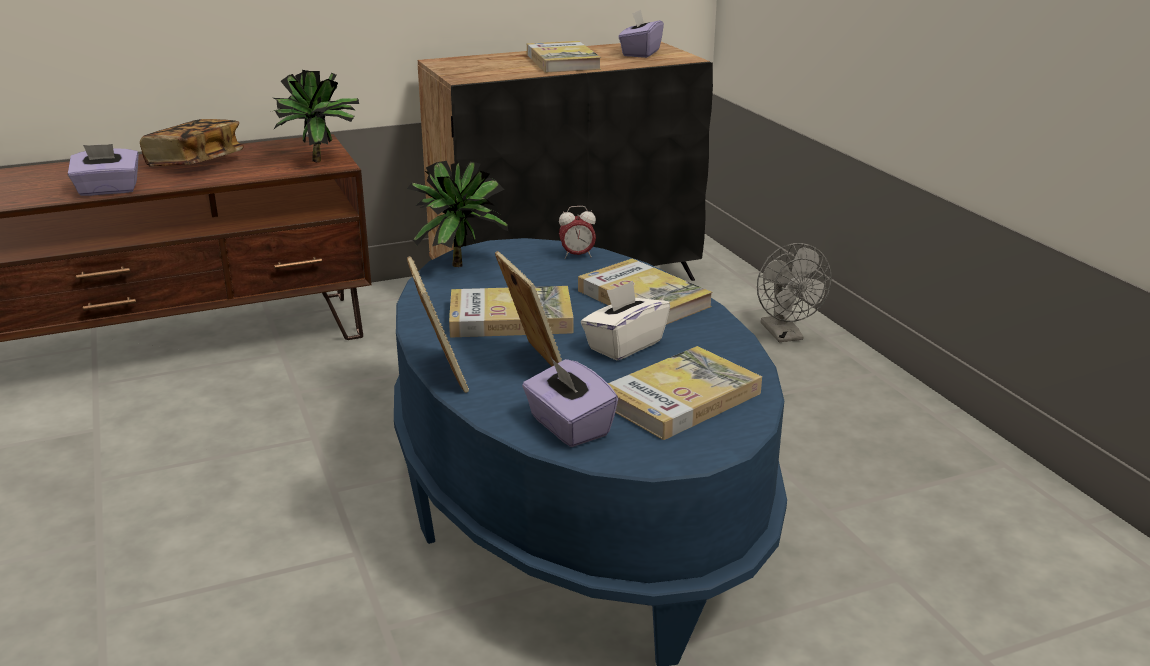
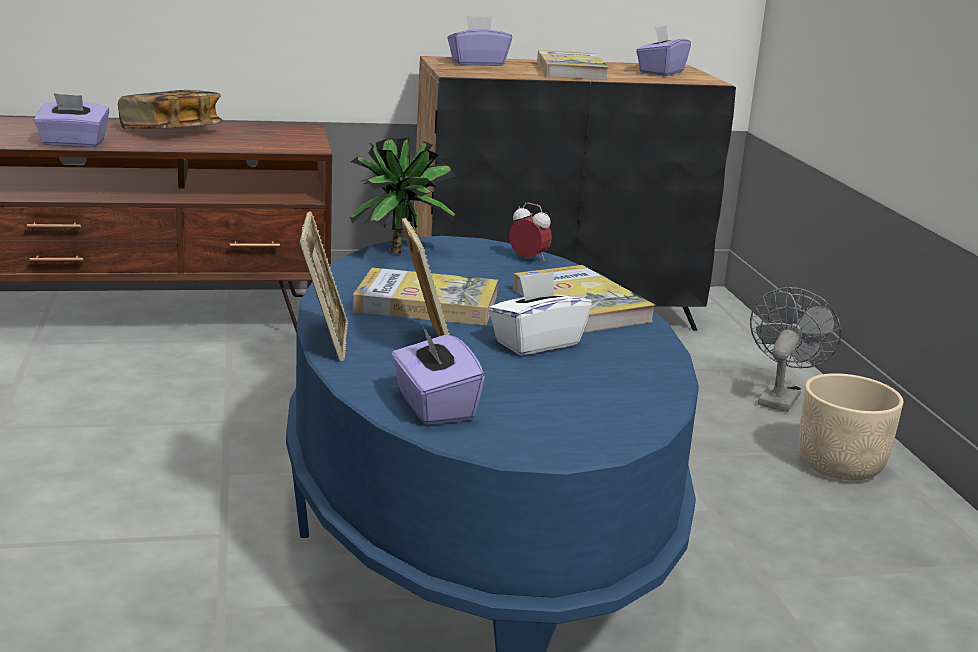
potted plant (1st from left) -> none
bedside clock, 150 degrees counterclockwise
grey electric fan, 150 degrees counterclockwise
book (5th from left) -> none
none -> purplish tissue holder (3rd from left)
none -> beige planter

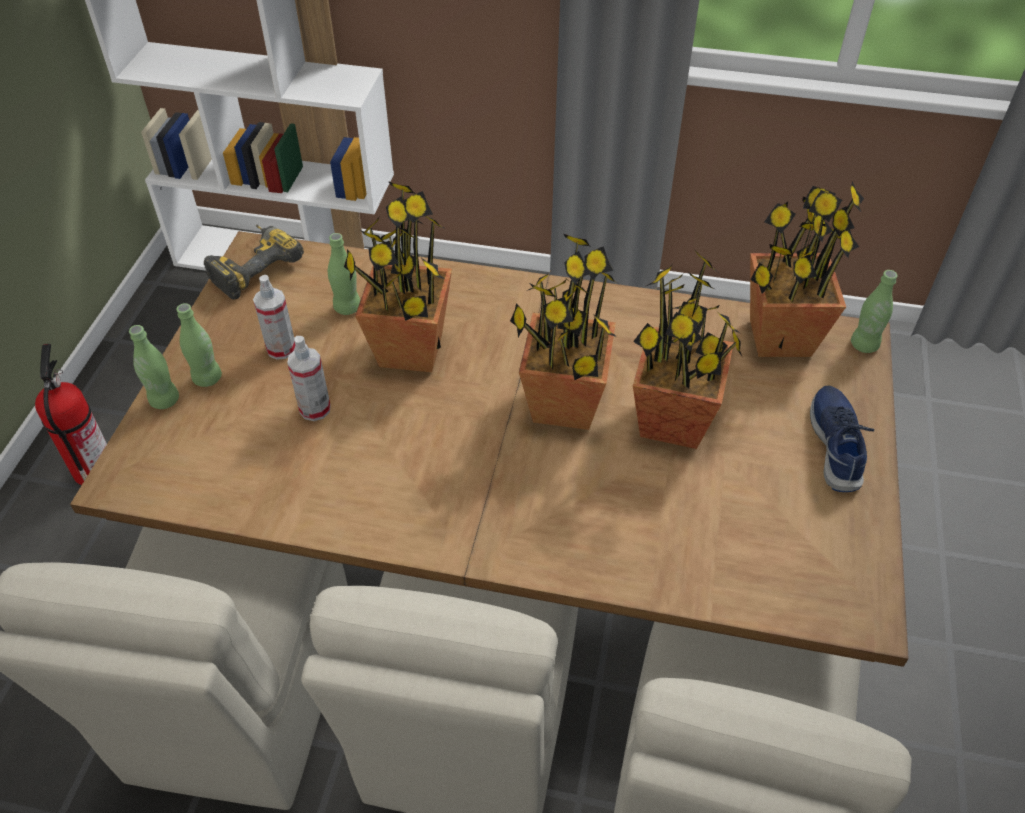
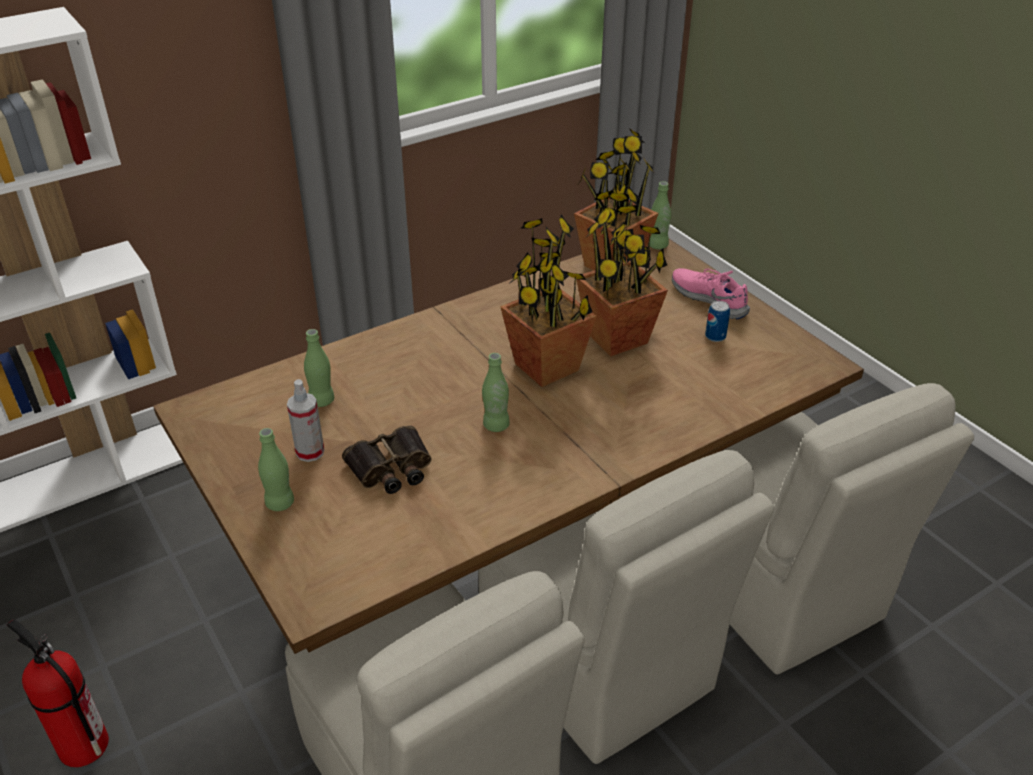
potted plant (1st from left) -> none
electric drill -> none
greenish drink bottle (1st from left in the first image) -> greenish drink bottle (3rd from left), move
sprayer (2nd from left) -> field glasses
bluish low shoe -> pink-coloured low shoe
none -> can

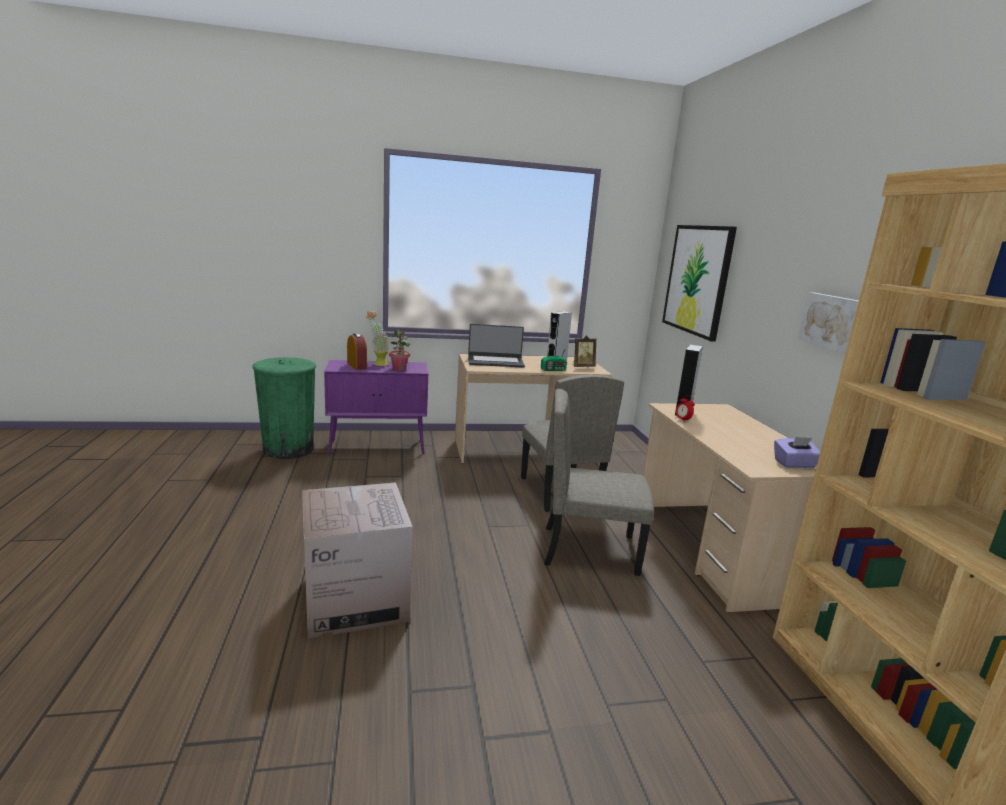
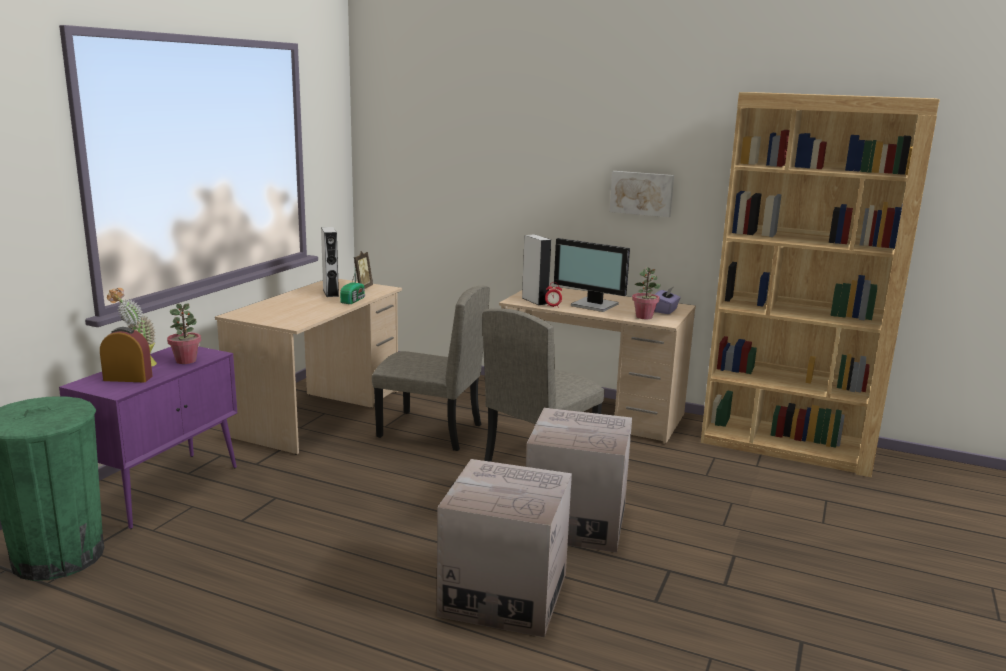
wall art (1st from left) -> none
notebook computer -> none
none -> computer screen
none -> potted plant (3rd from left)
none -> carton (2nd from left)

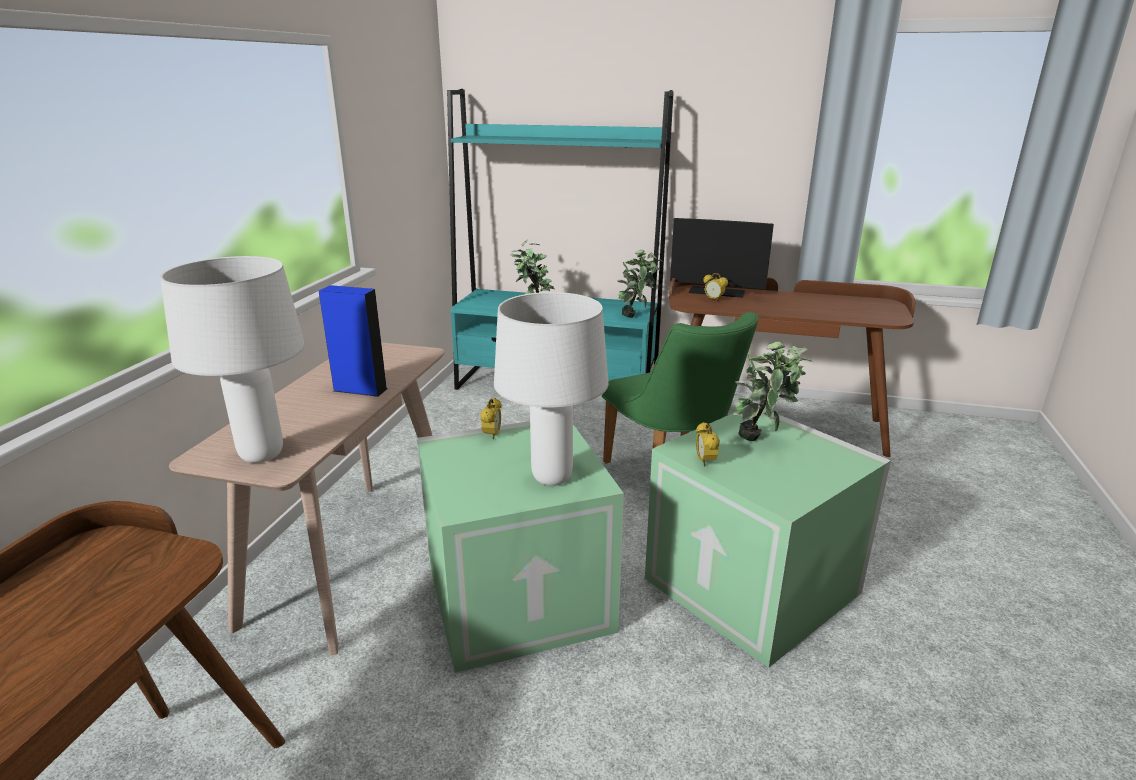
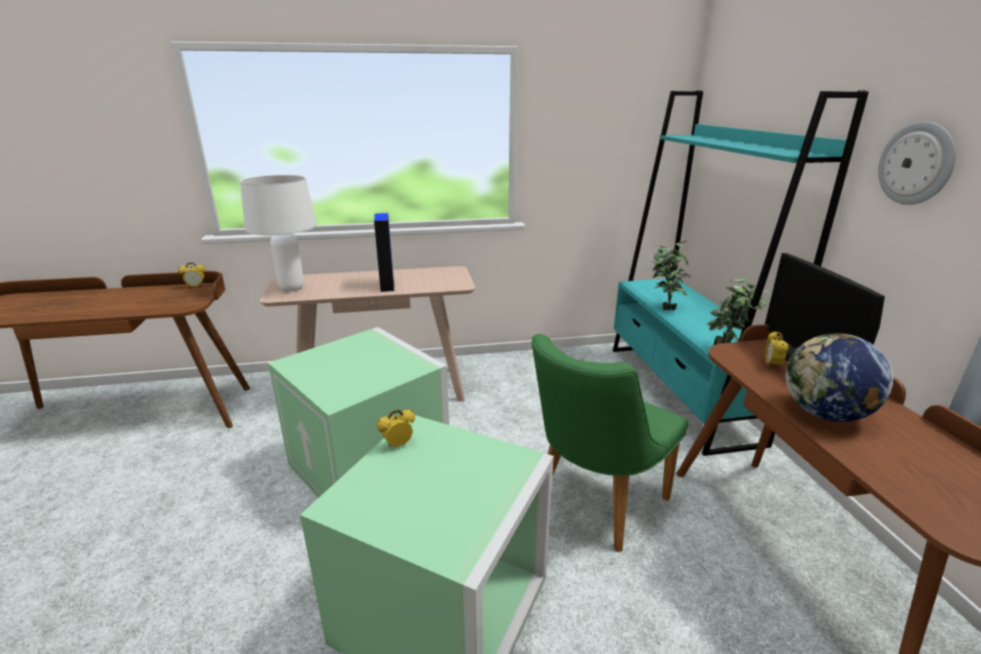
whitish lamp for a table (2nd from left) -> none
potted plant (3rd from left) -> none
bedside clock (1st from left), move
none -> hanging clock
none -> world globe

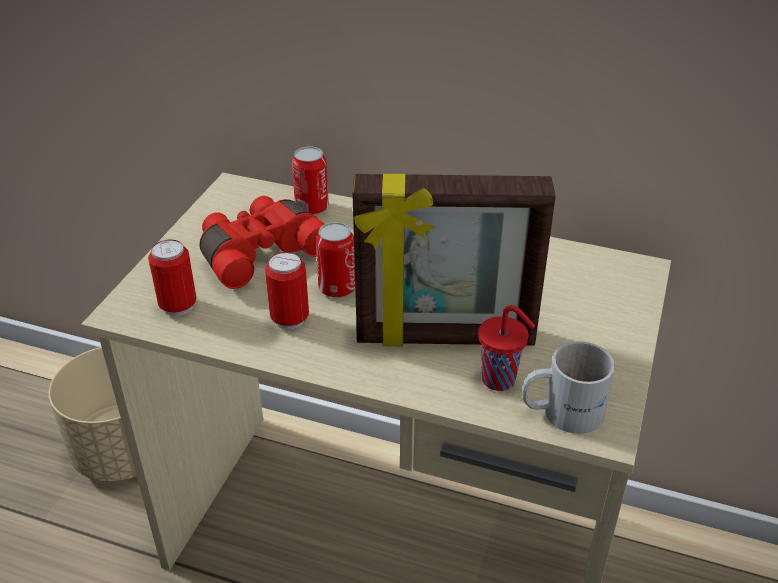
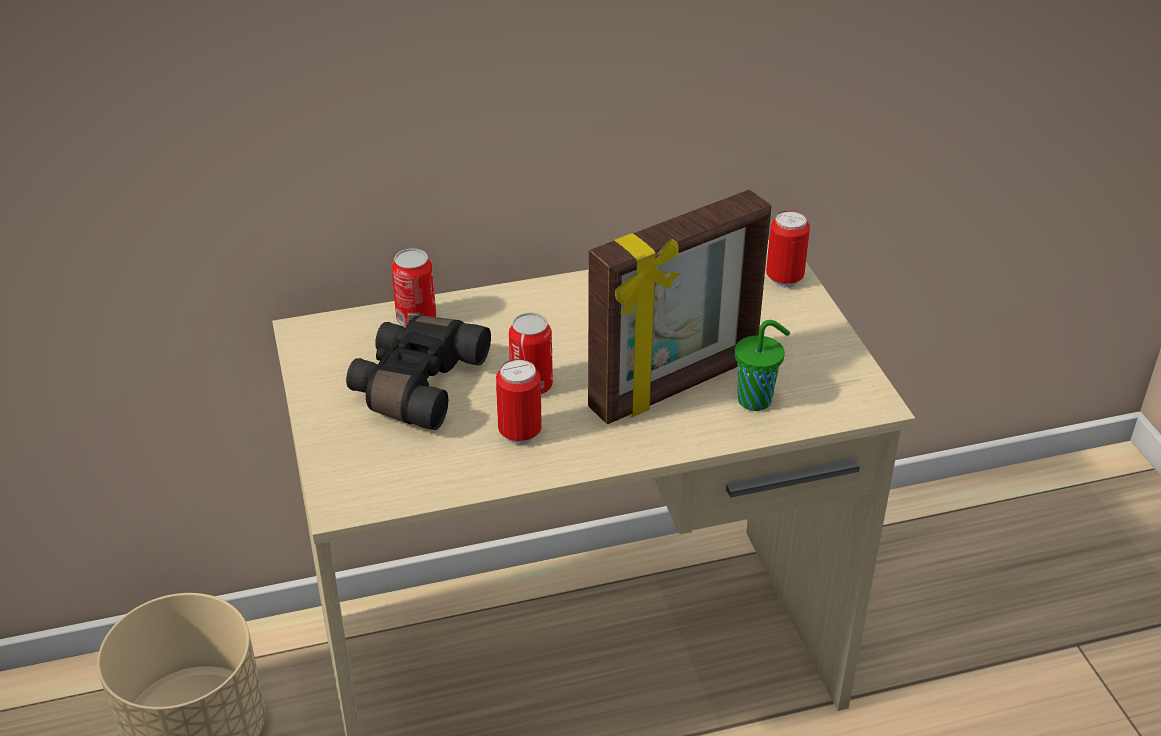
red-coloured field glasses -> black field glasses
can (1st from left in the first image) -> can (4th from left), move
red-coloured small cup -> greenish small cup
whitish coffee mug -> none

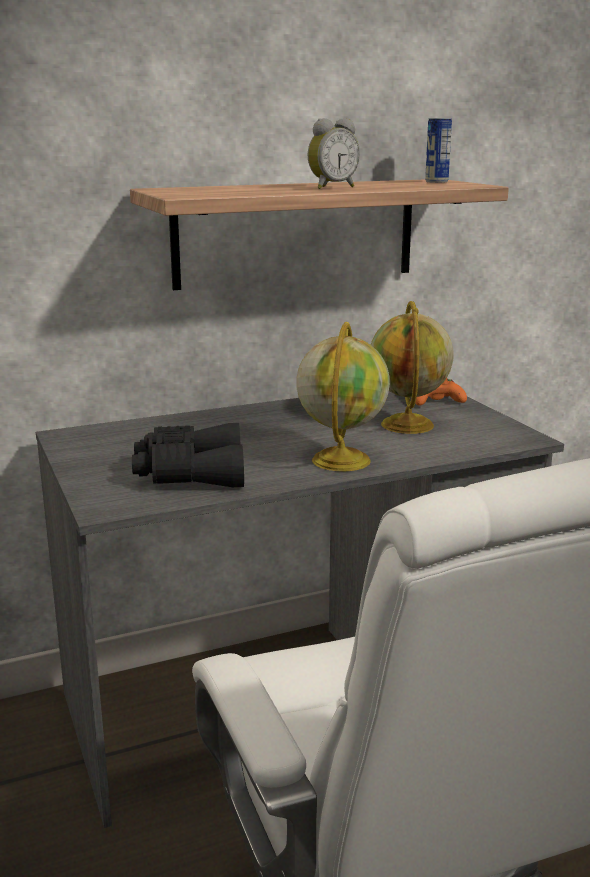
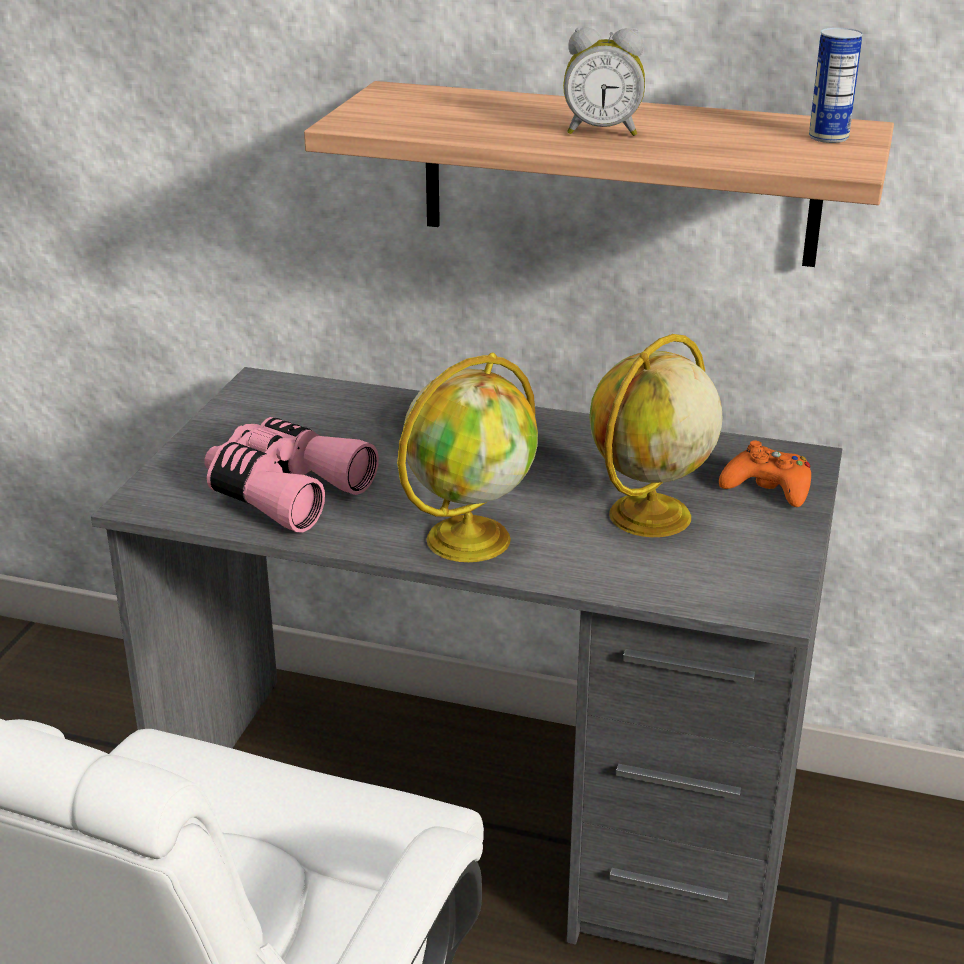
black field glasses -> pink-coloured field glasses

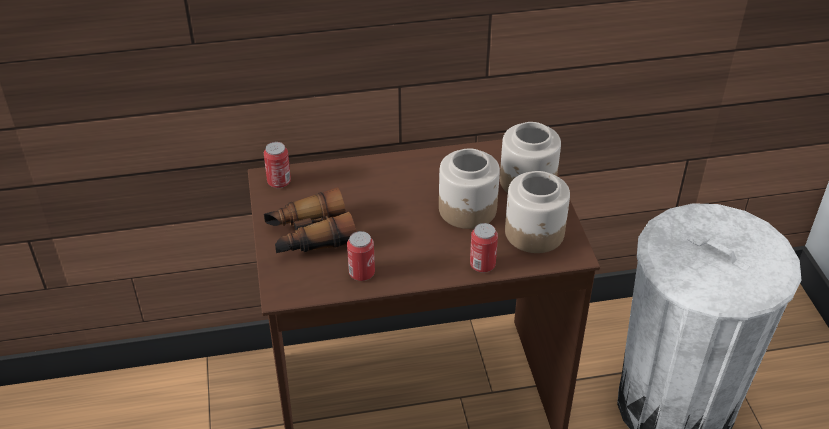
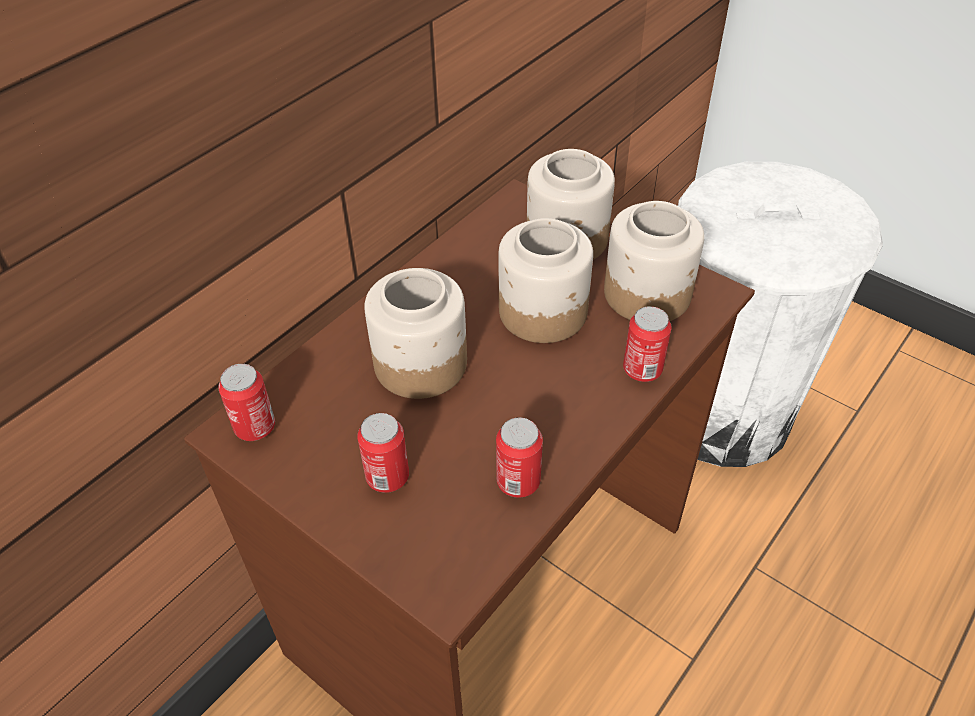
field glasses -> can (2nd from left)
none -> jar (1st from left)

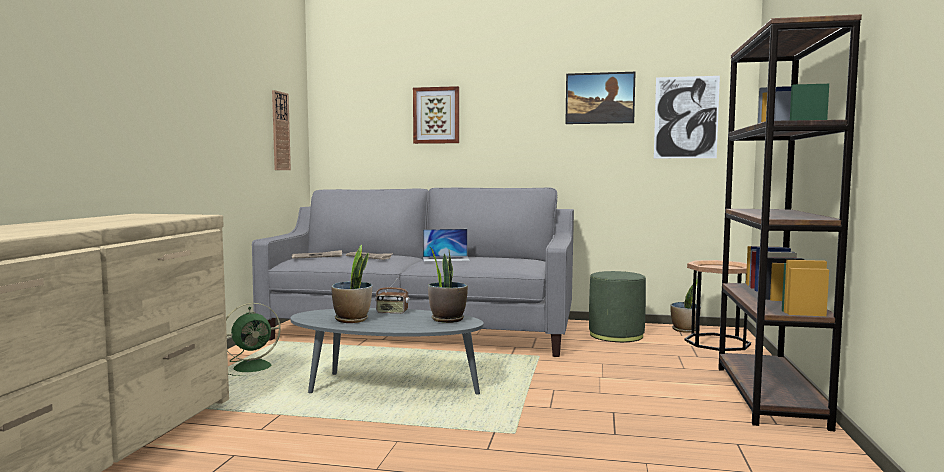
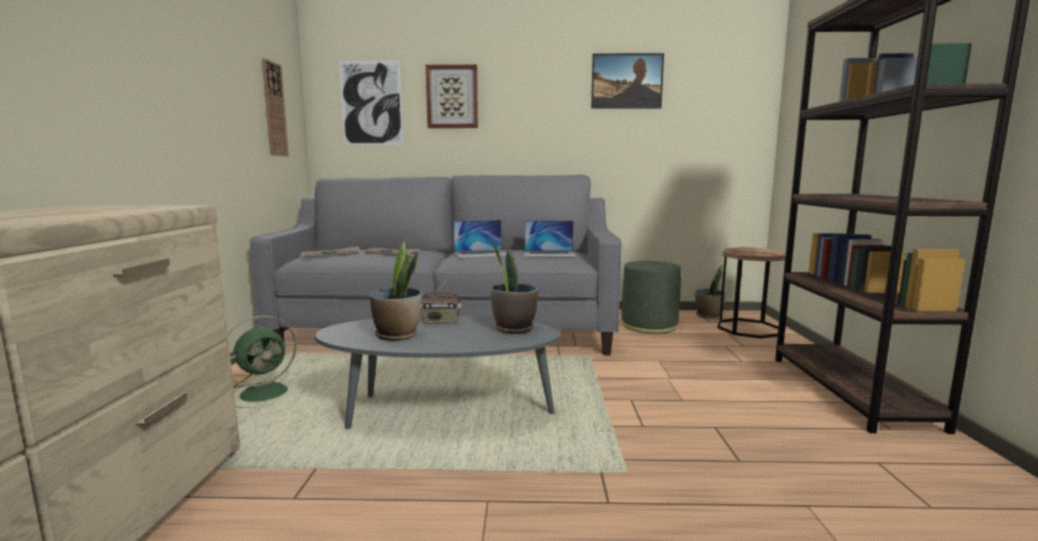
wall art (3rd from left in the first image) -> wall art (1st from left), move
none -> notebook computer (2nd from left)

